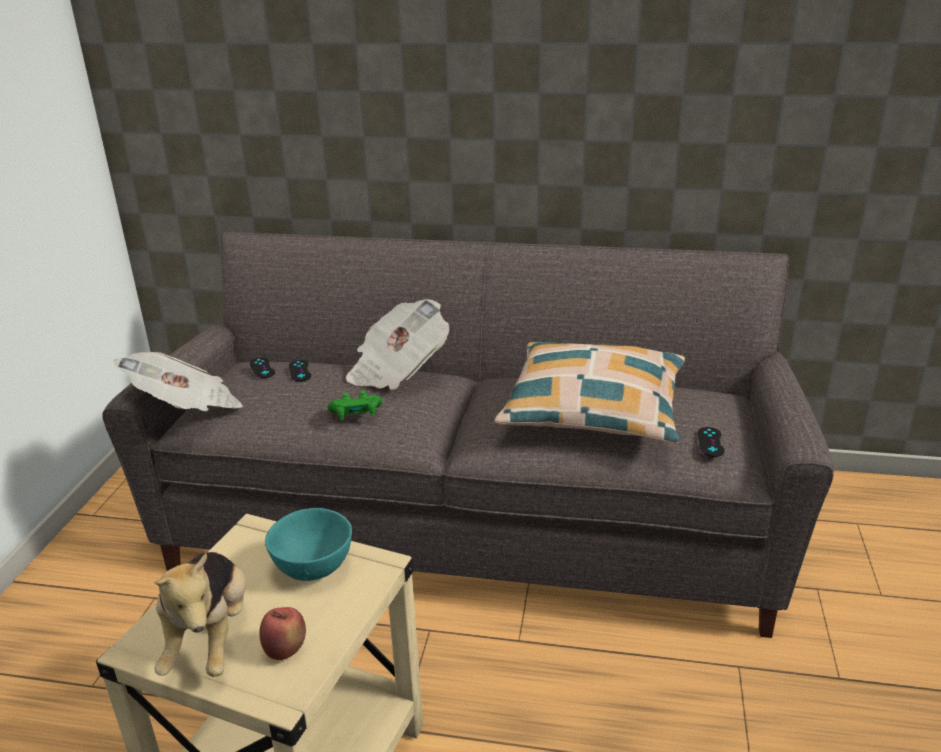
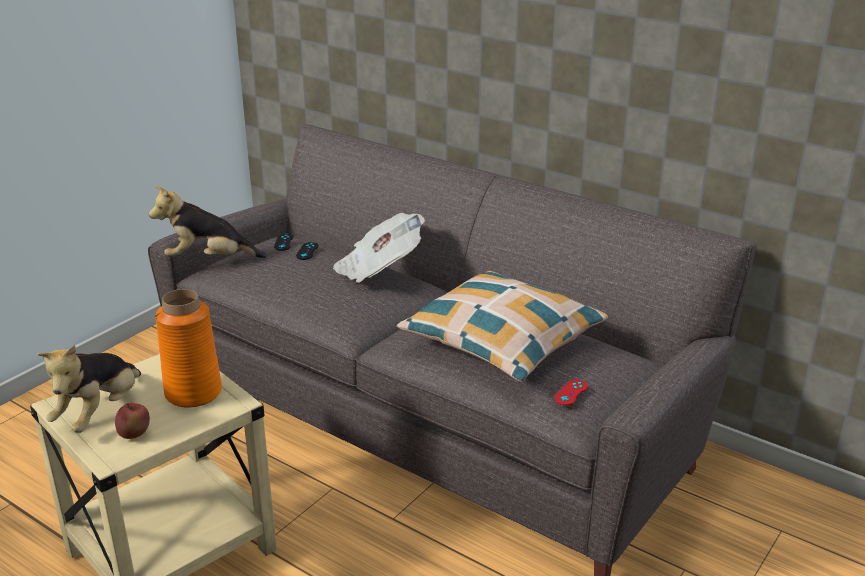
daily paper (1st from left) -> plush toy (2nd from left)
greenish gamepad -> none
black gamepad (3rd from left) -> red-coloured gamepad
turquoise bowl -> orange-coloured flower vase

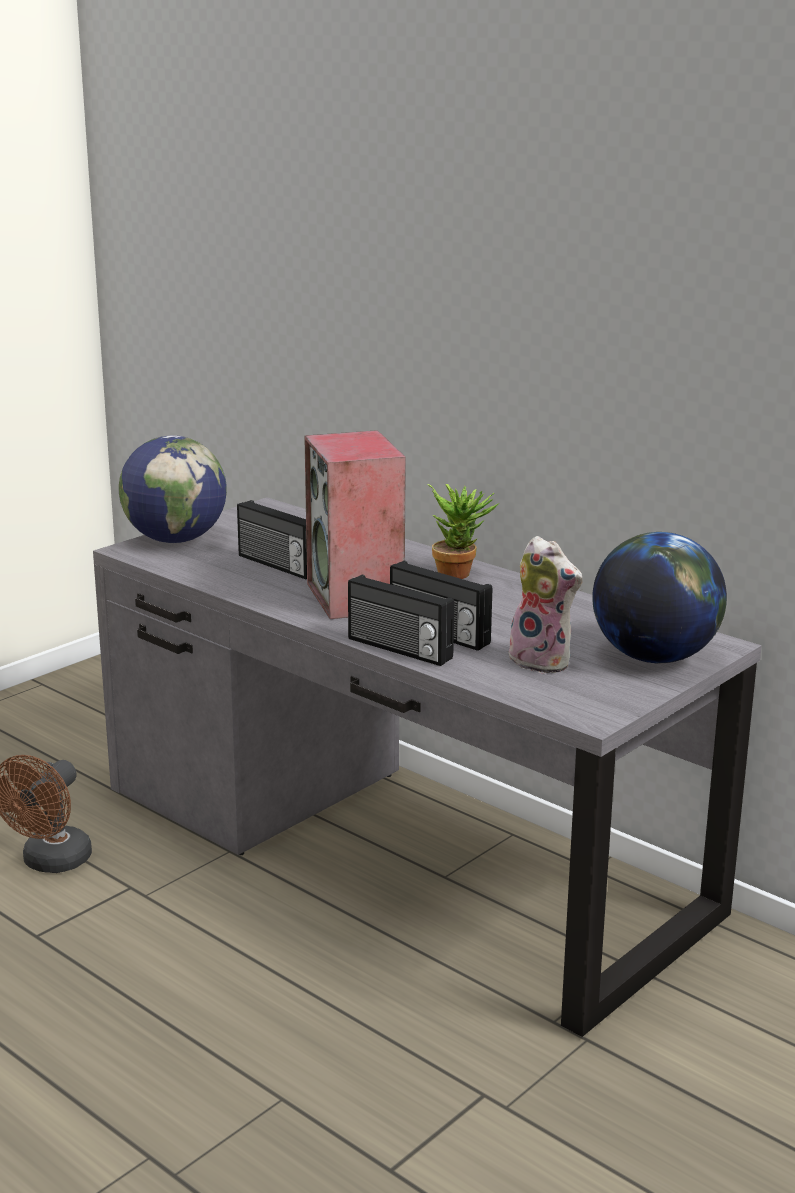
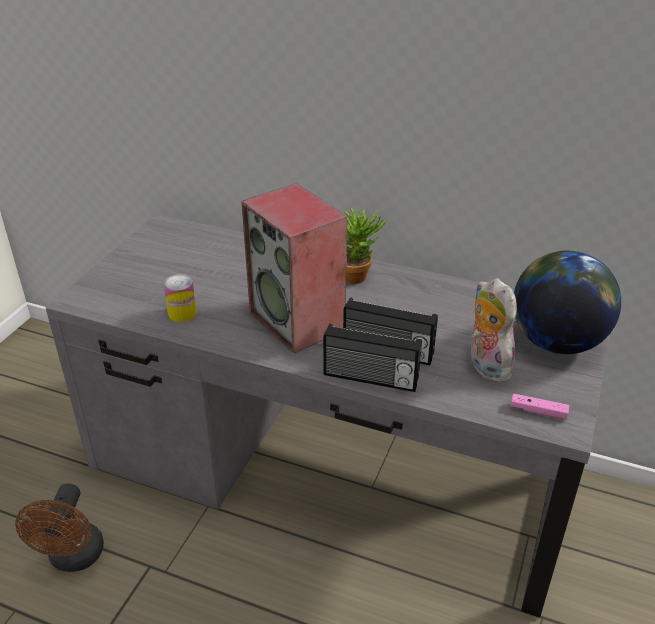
world globe (1st from left) -> none
radio set (1st from left) -> none
plush toy, 135 degrees counterclockwise
none -> can
none -> pink-coloured gamepad

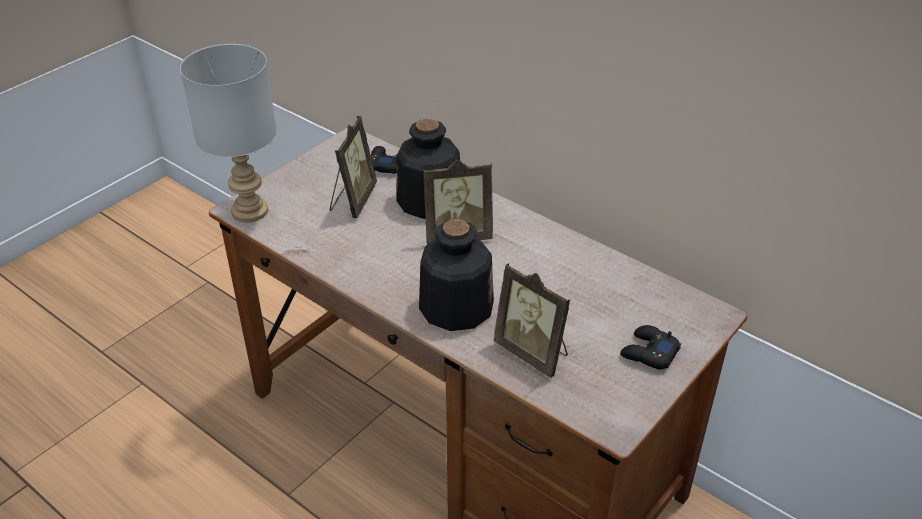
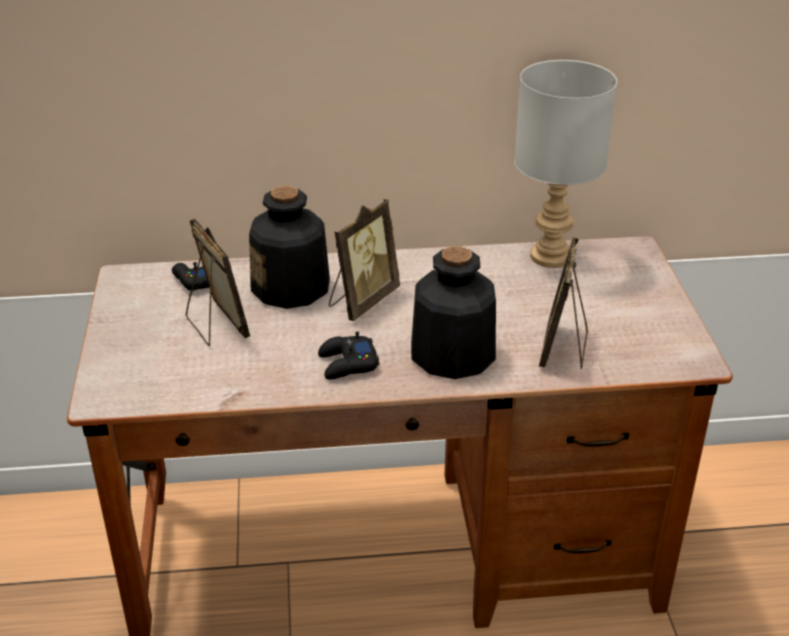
grey lamp for a table, move
picture frame (3rd from left), 105 degrees clockwise
black gamepad (2nd from left), move

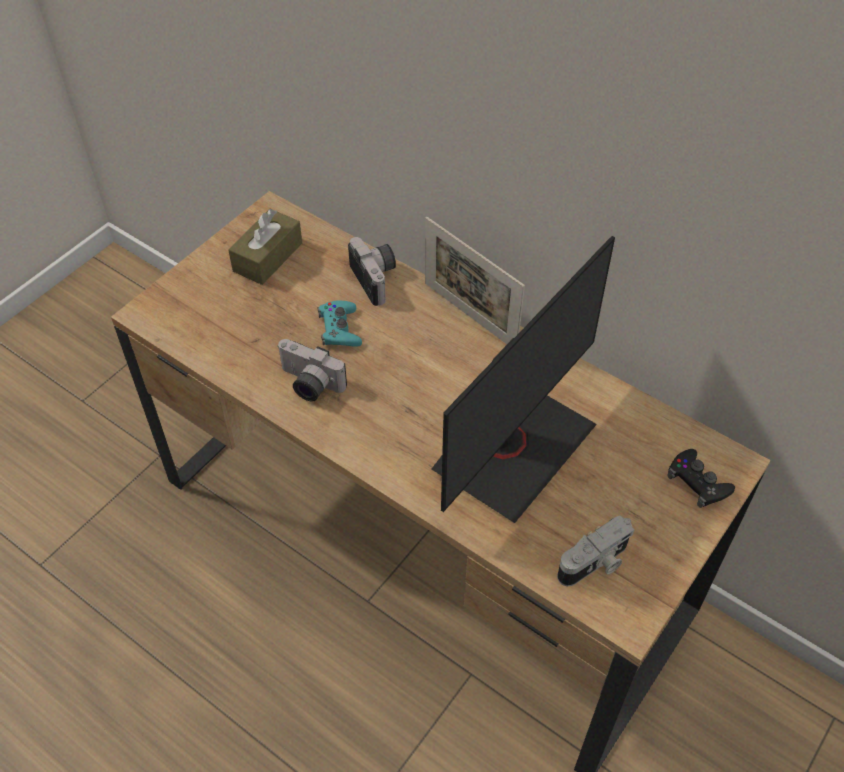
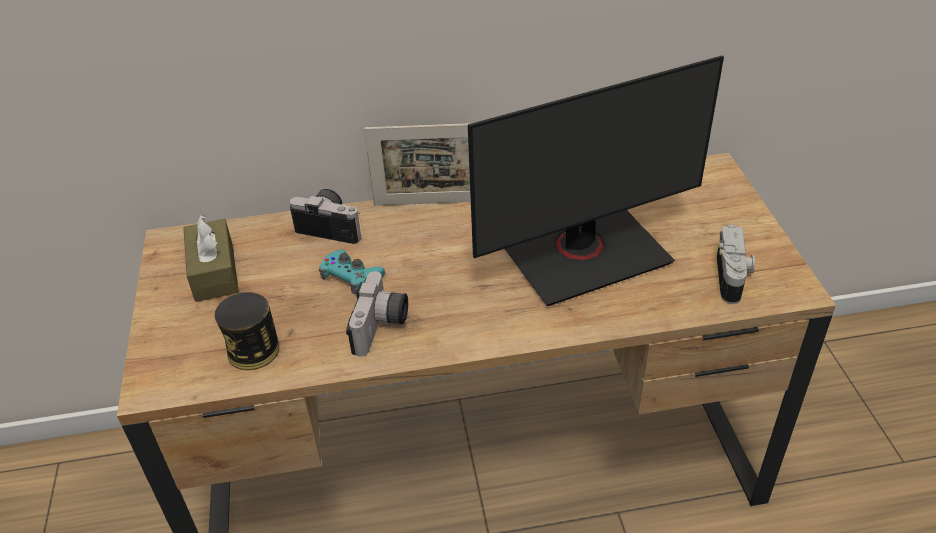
computer screen, 75 degrees clockwise
still camera (1st from left in the first image) -> still camera (2nd from left), 60 degrees counterclockwise
black gamepad -> none
none -> can

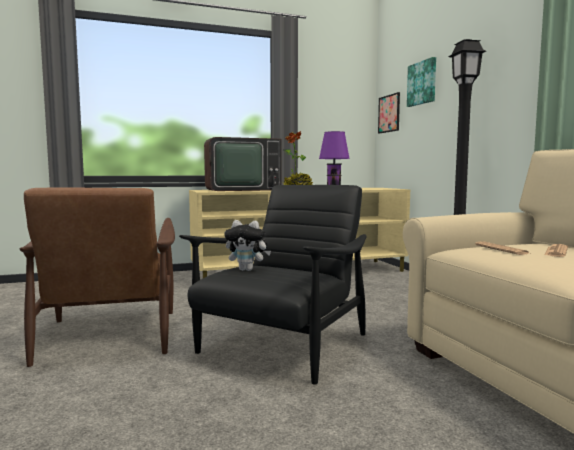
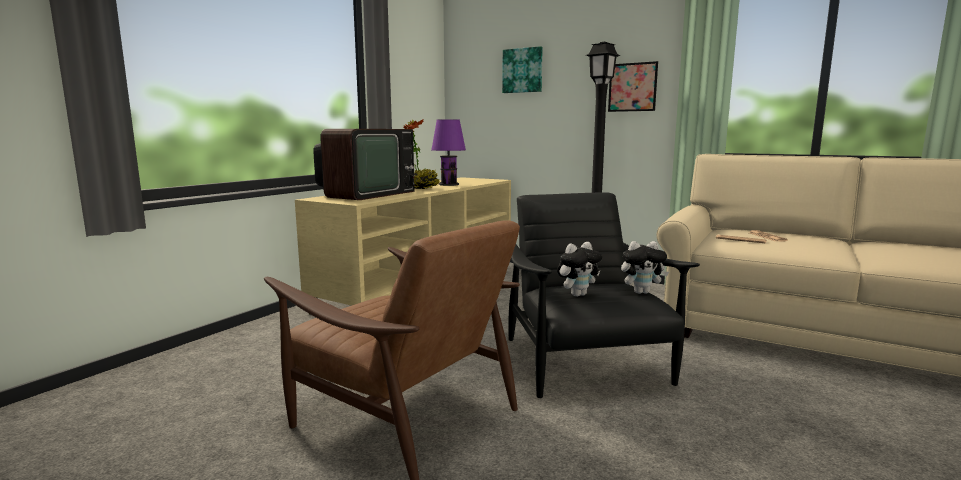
wall art (1st from left in the first image) -> wall art (2nd from left), move
none -> plush toy (2nd from left)

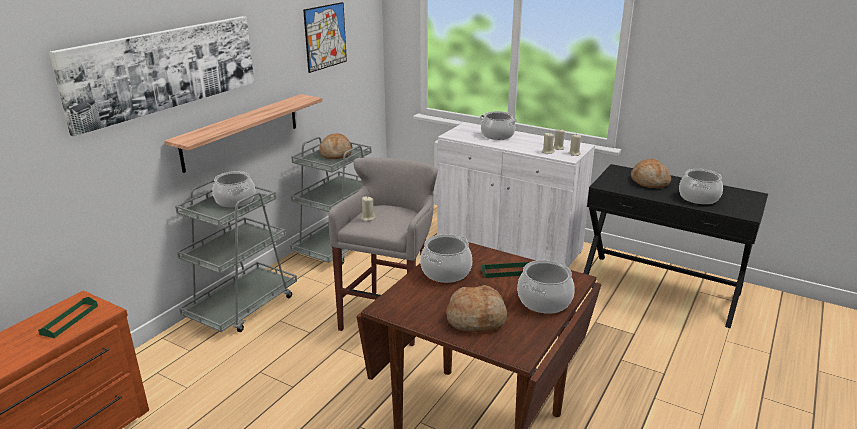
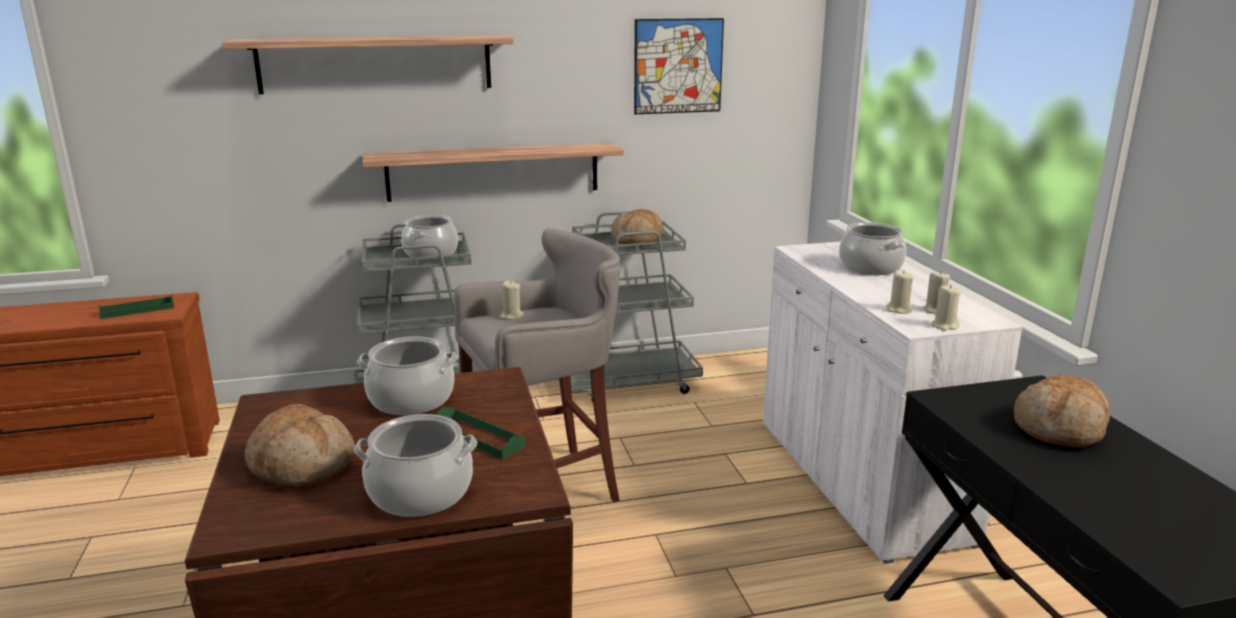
wall art (1st from left) -> bracket shelf (1st from left)
cooking pot (5th from left) -> none

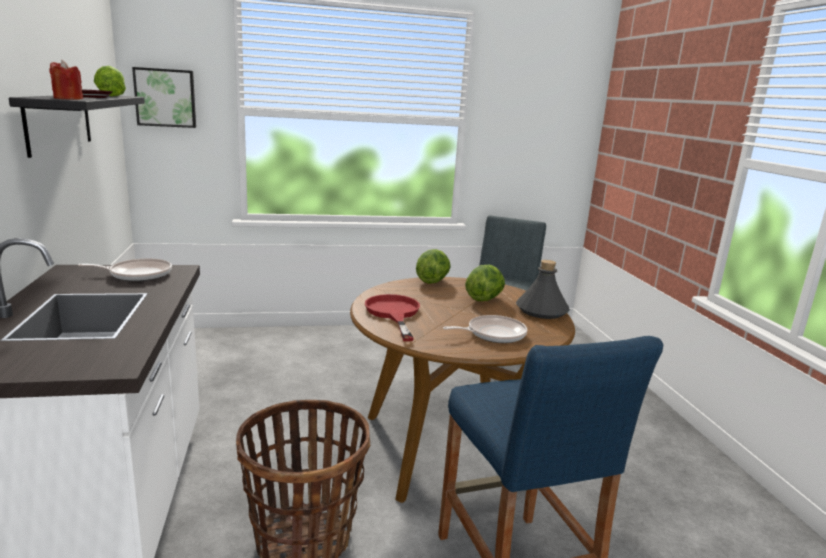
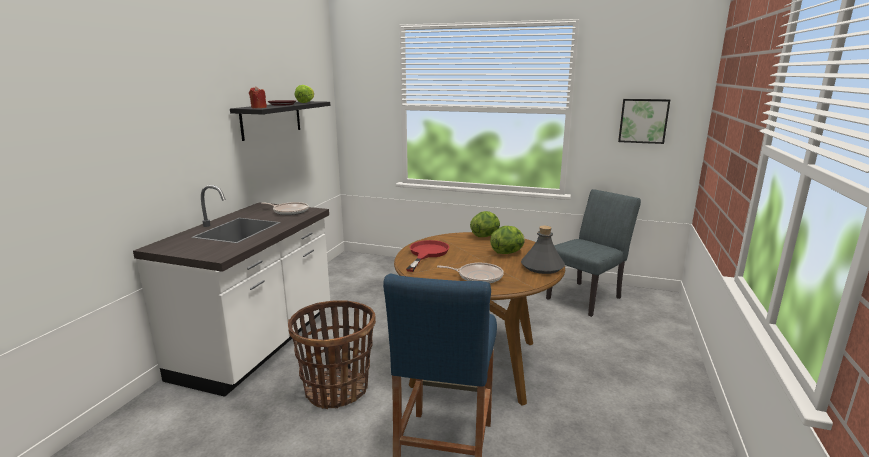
wall art, move

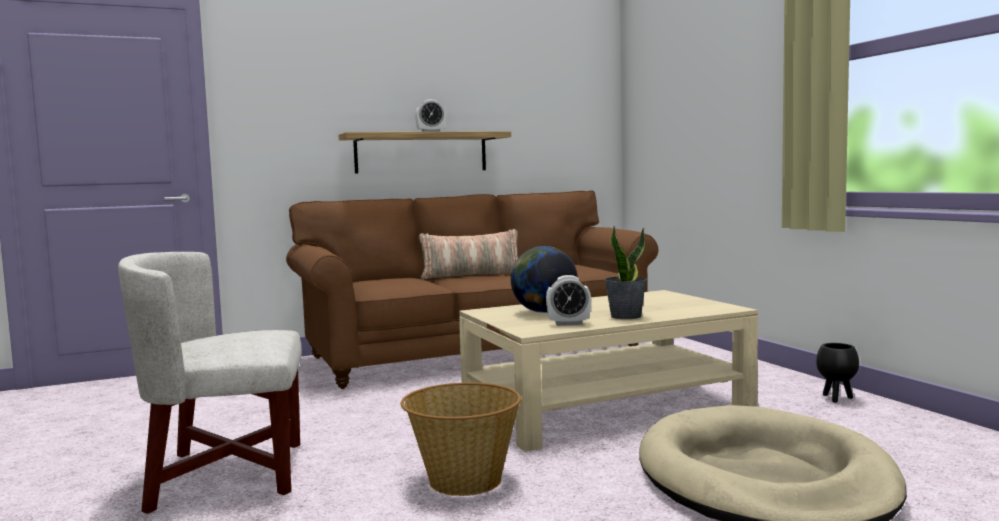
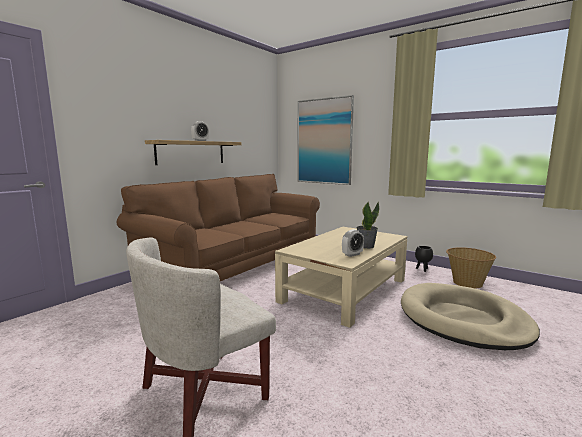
cushion -> none
world globe -> none
basket, move
none -> wall art

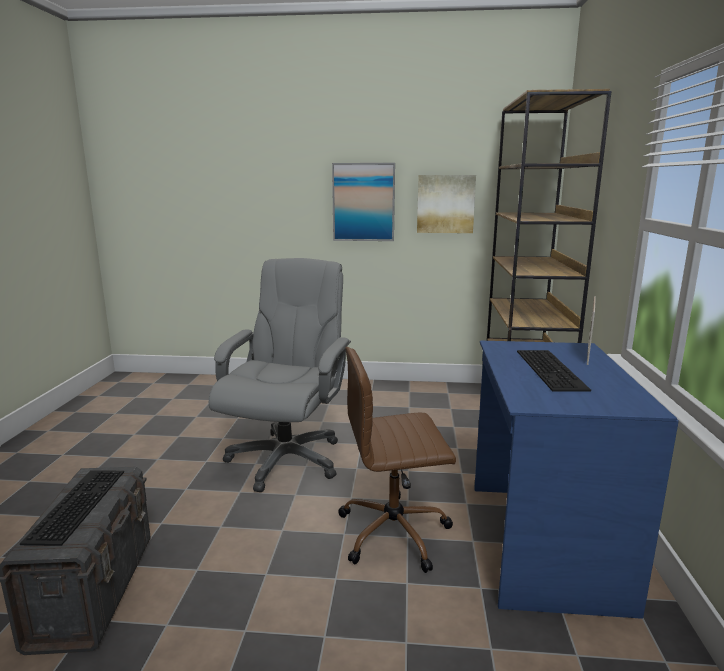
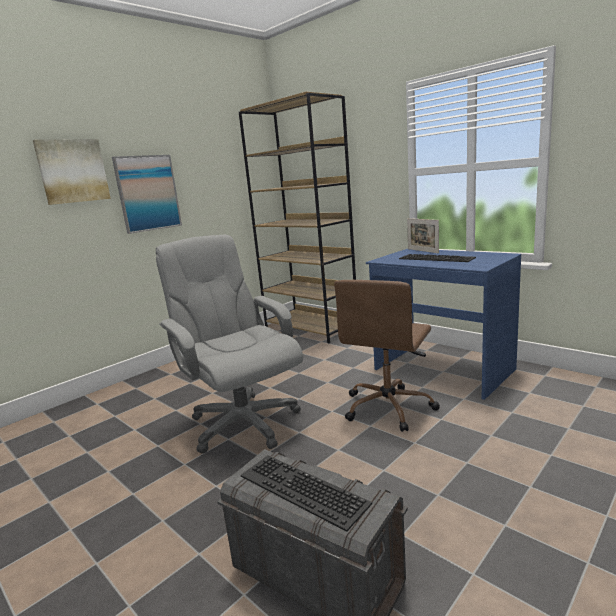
wall art (2nd from left in the first image) -> wall art (1st from left), move

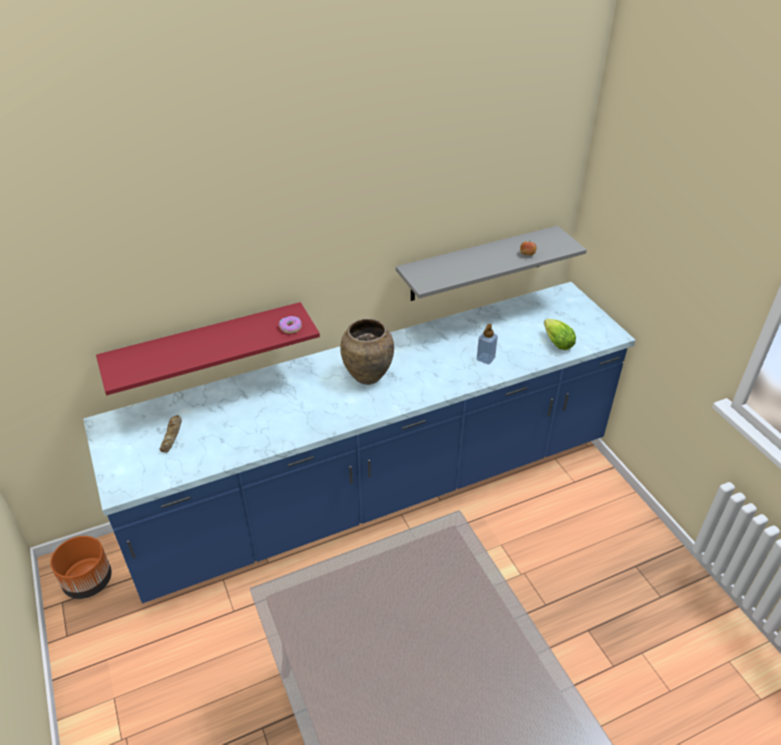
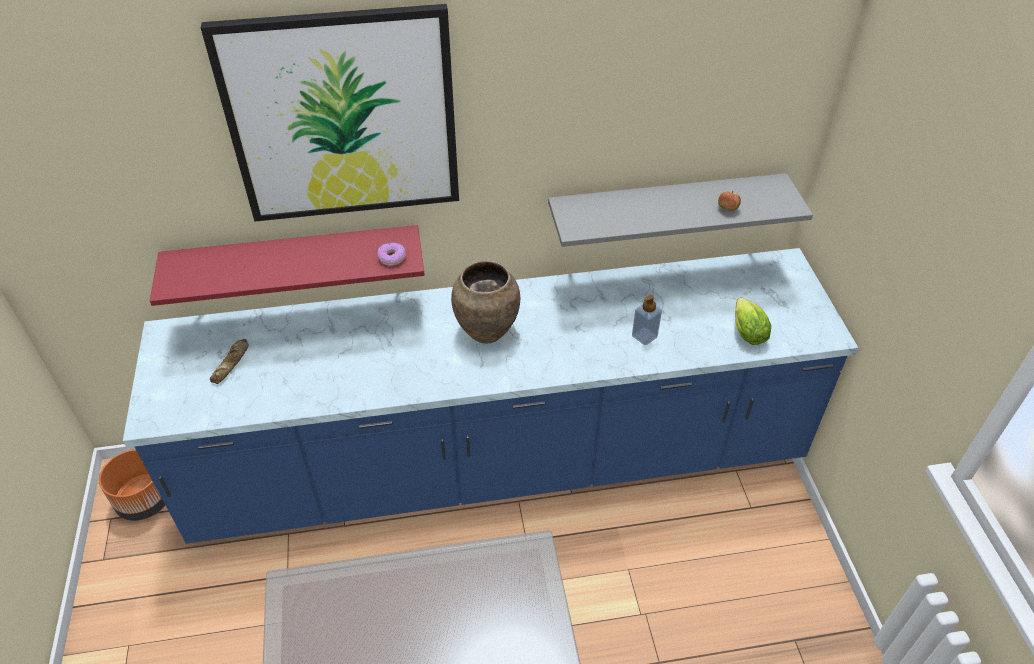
none -> wall art

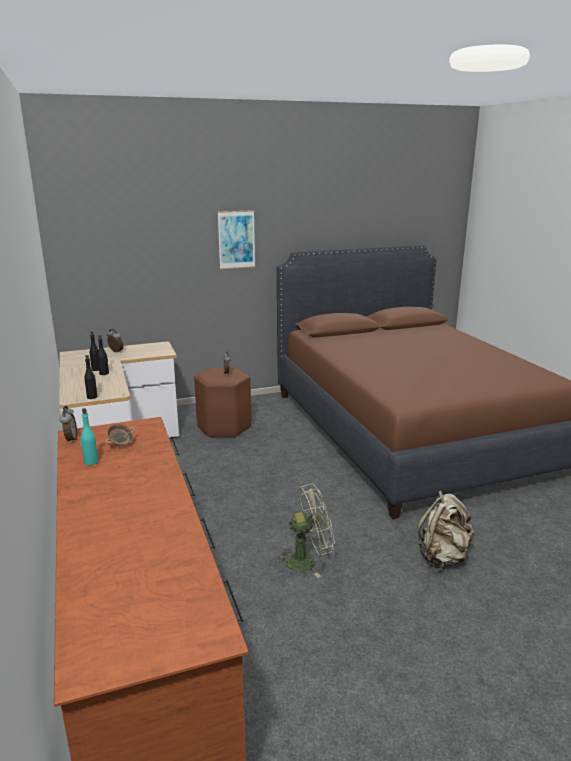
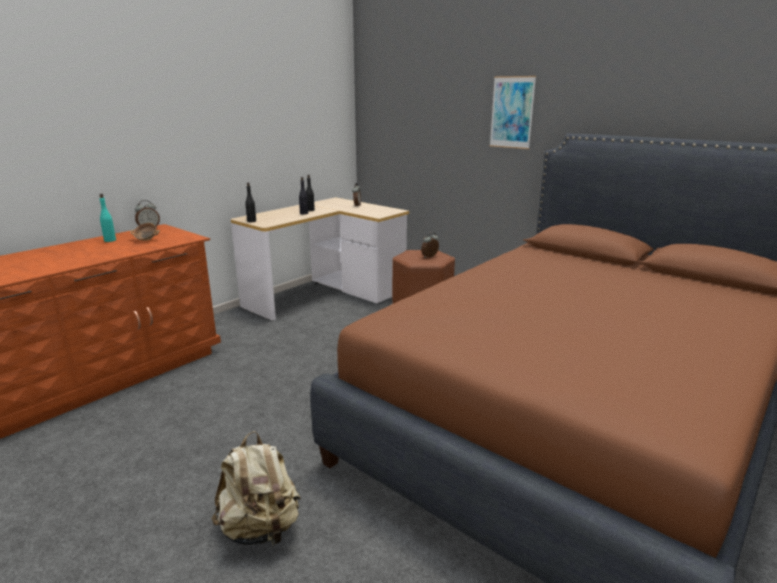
greenish electric fan -> none

